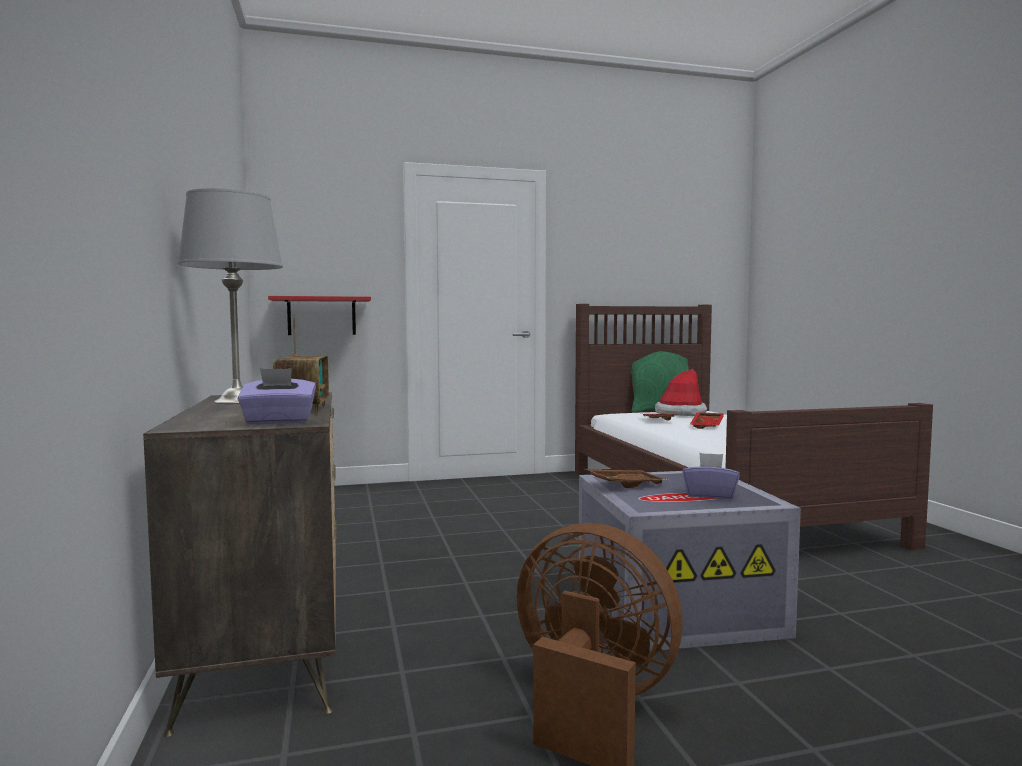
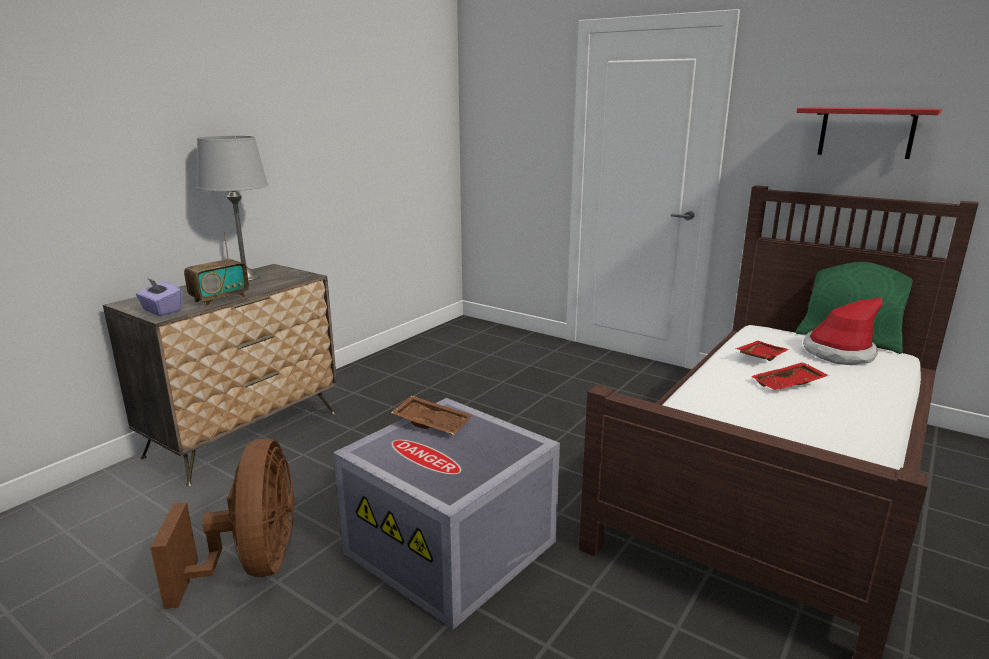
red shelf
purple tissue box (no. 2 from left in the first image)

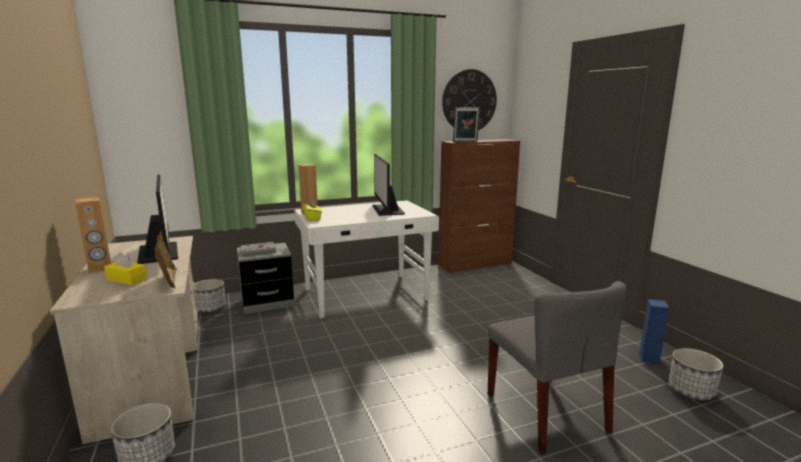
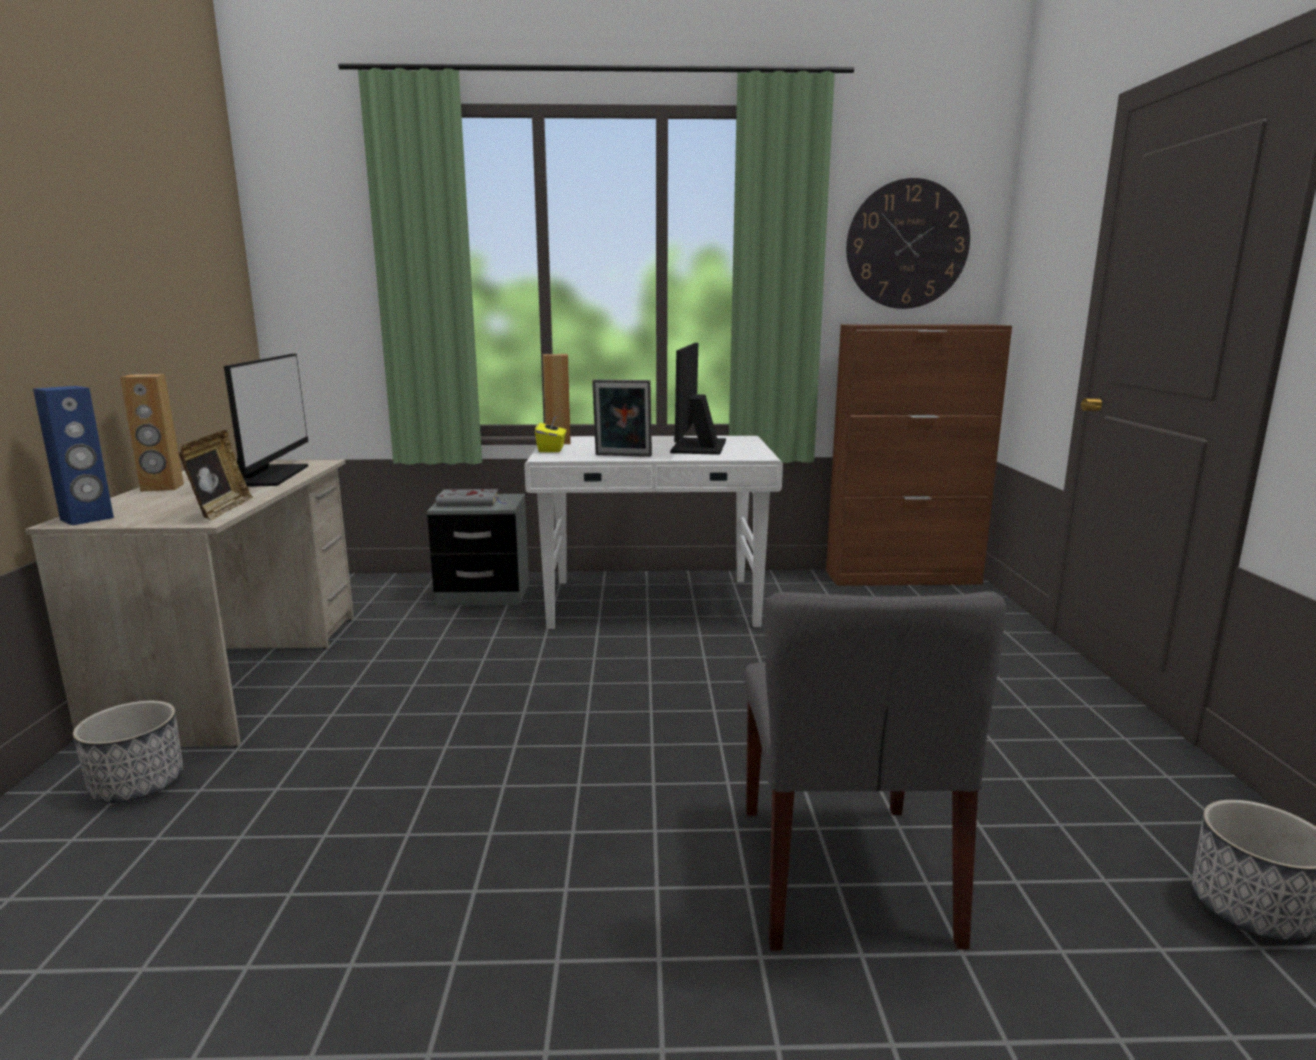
yellow tissue box (no. 1 from left in the first image)
planter (no. 2 from left in the first image)
picture frame (no. 2 from left)
blue speaker

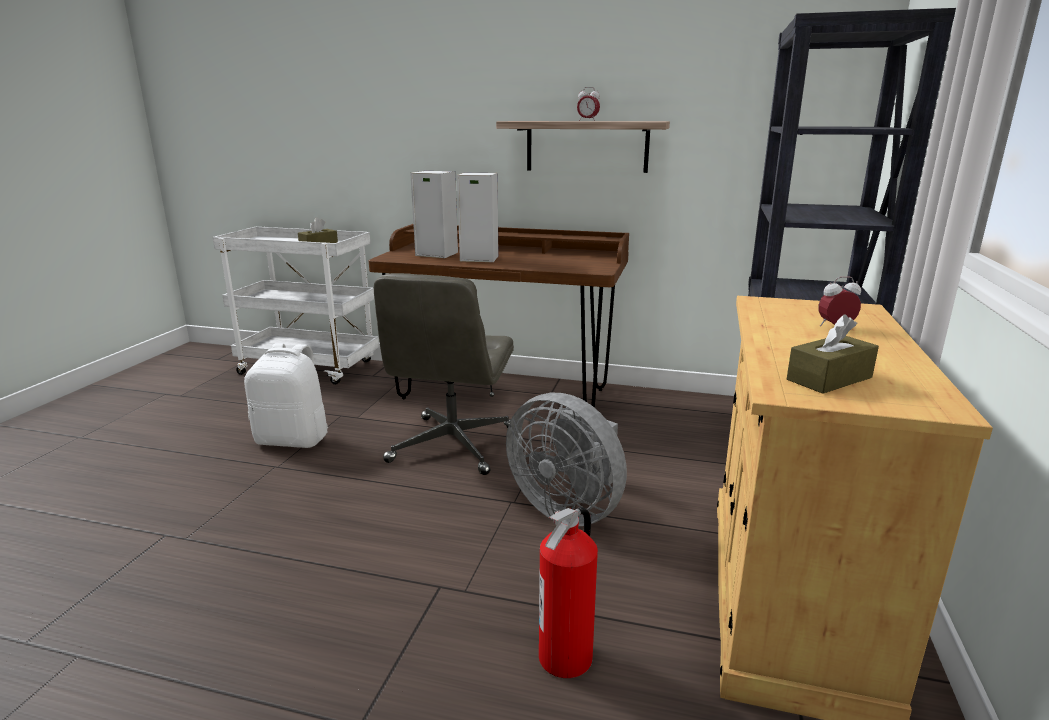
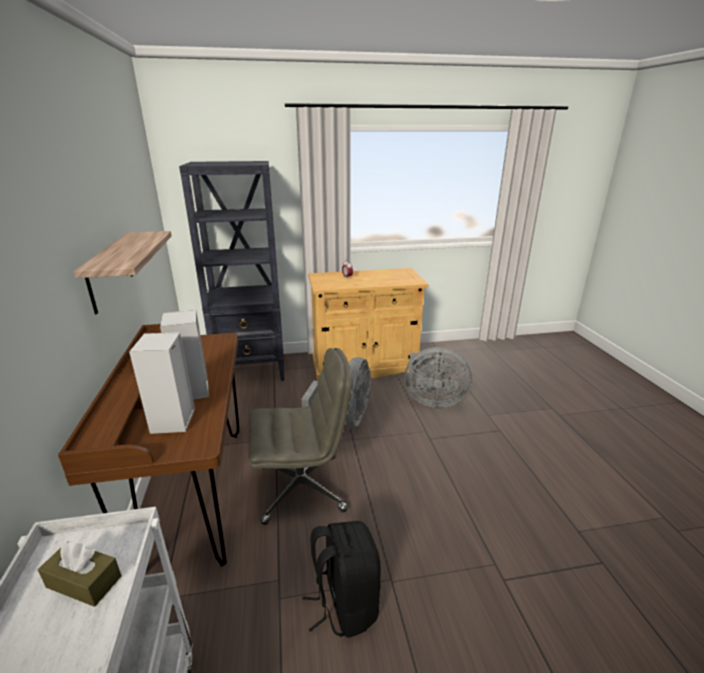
black backpack
grey fan (no. 2 from left)
alarm clock (no. 1 from left in the first image)
brown tissue box (no. 2 from left in the first image)

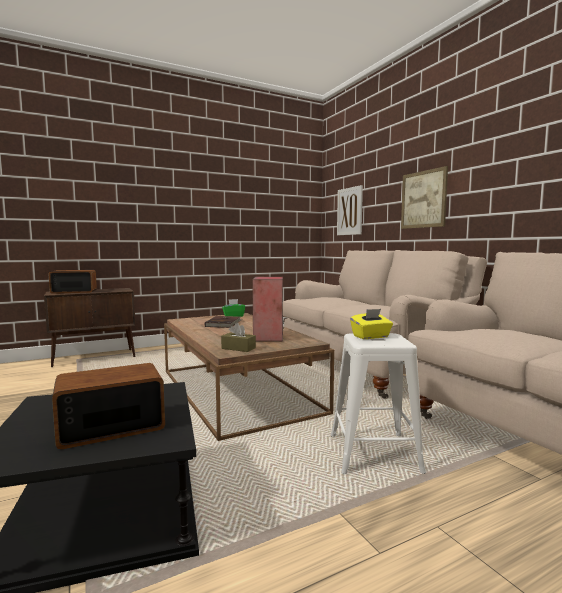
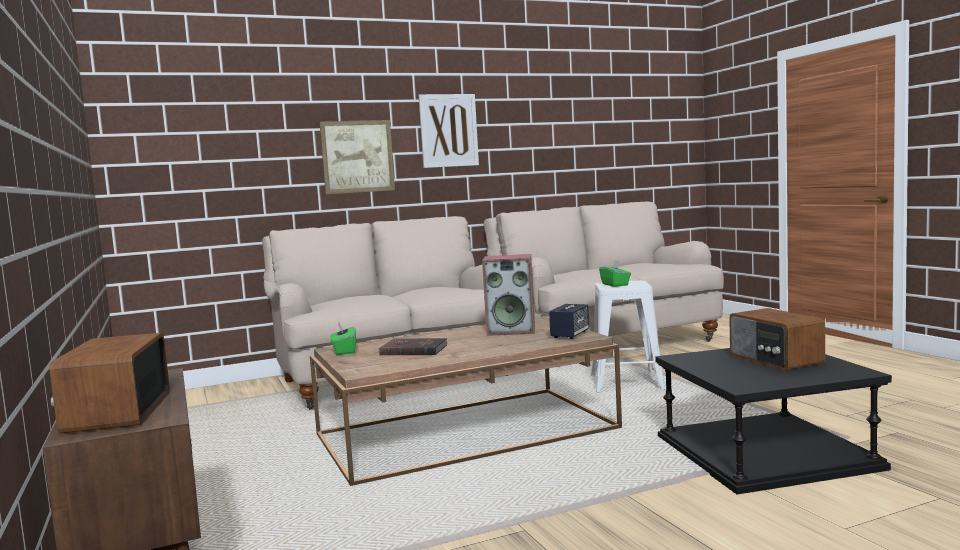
speaker (no. 2 from left)
picture (no. 2 from left)
green tissue box (no. 2 from left)

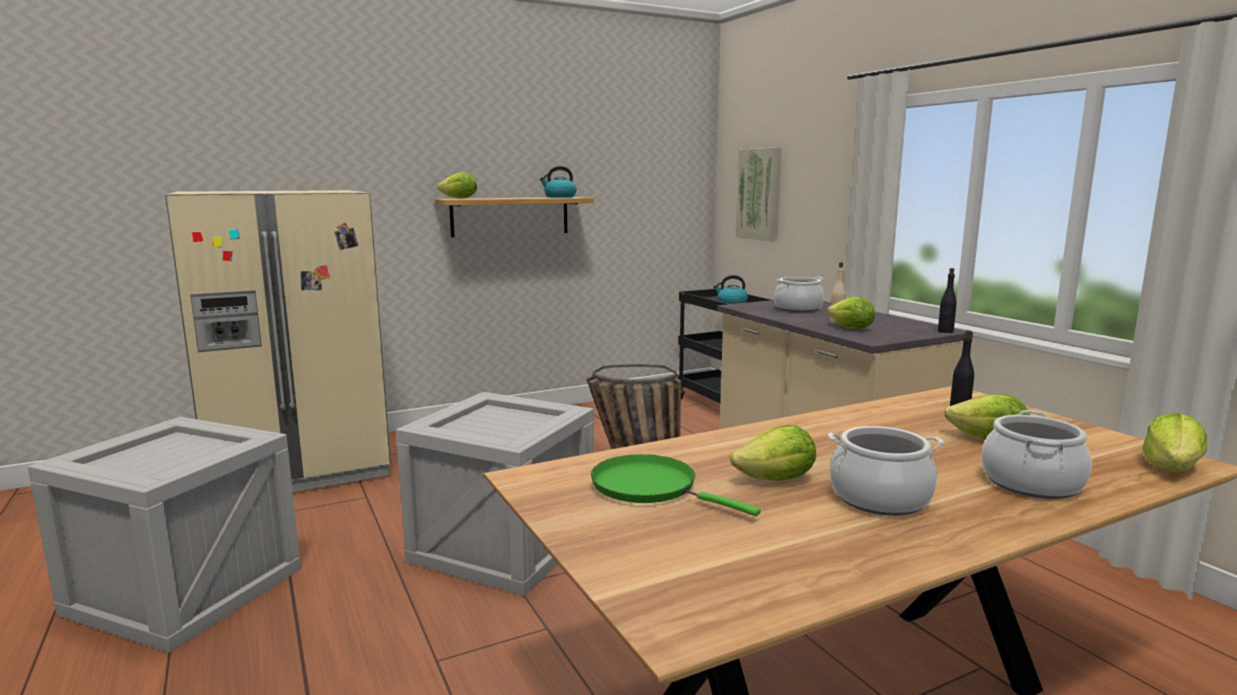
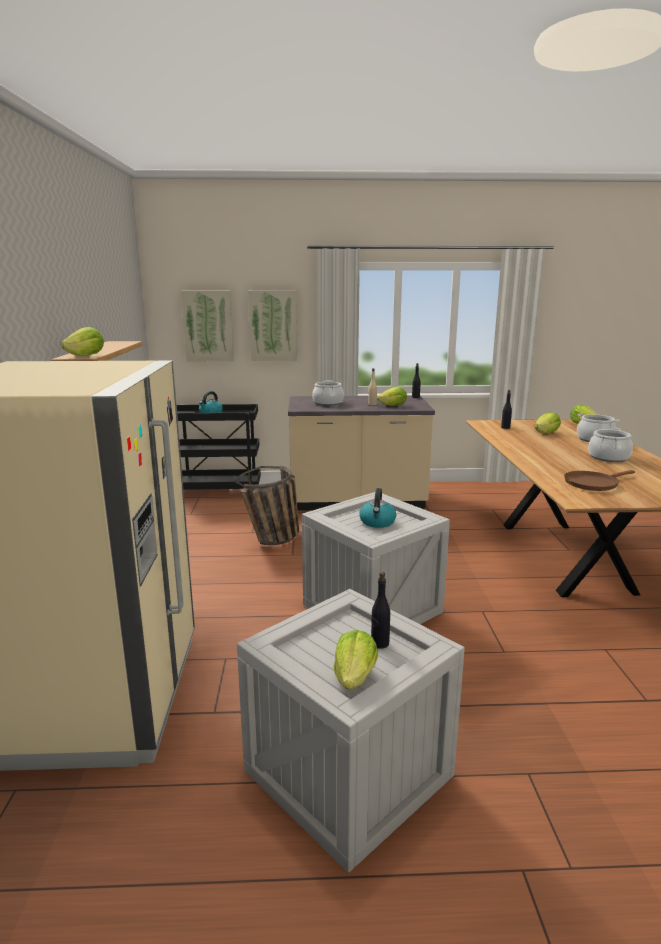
kettle (no. 2 from left)
brown frying pan
lettuce (no. 2 from left)
picture (no. 2 from left)
black bottle (no. 1 from left)

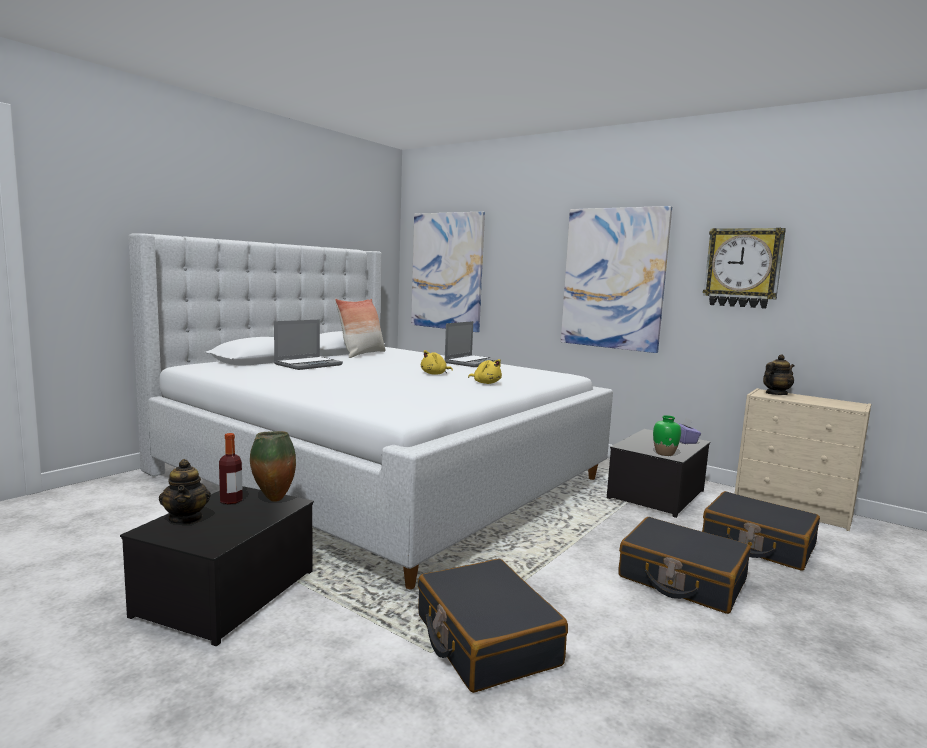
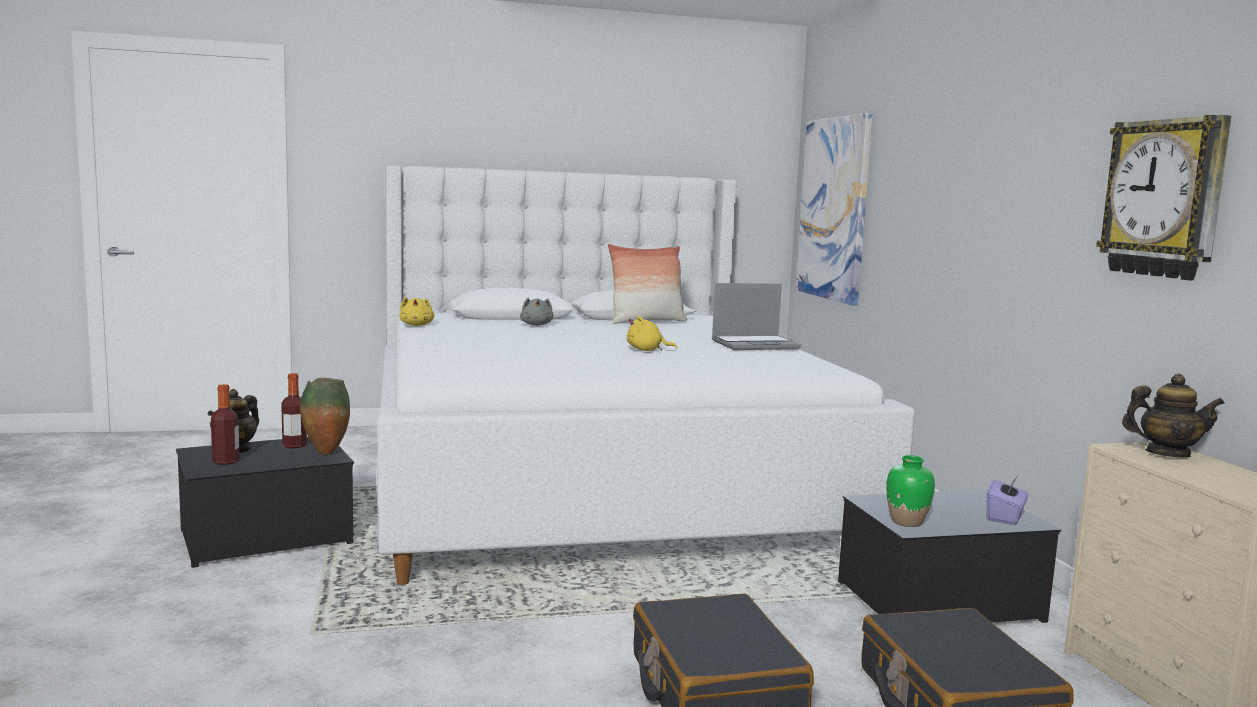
grey plush toy
black suitcase (no. 1 from left in the first image)
yellow plush toy (no. 1 from left)
picture (no. 2 from left in the first image)
bottle (no. 1 from left)

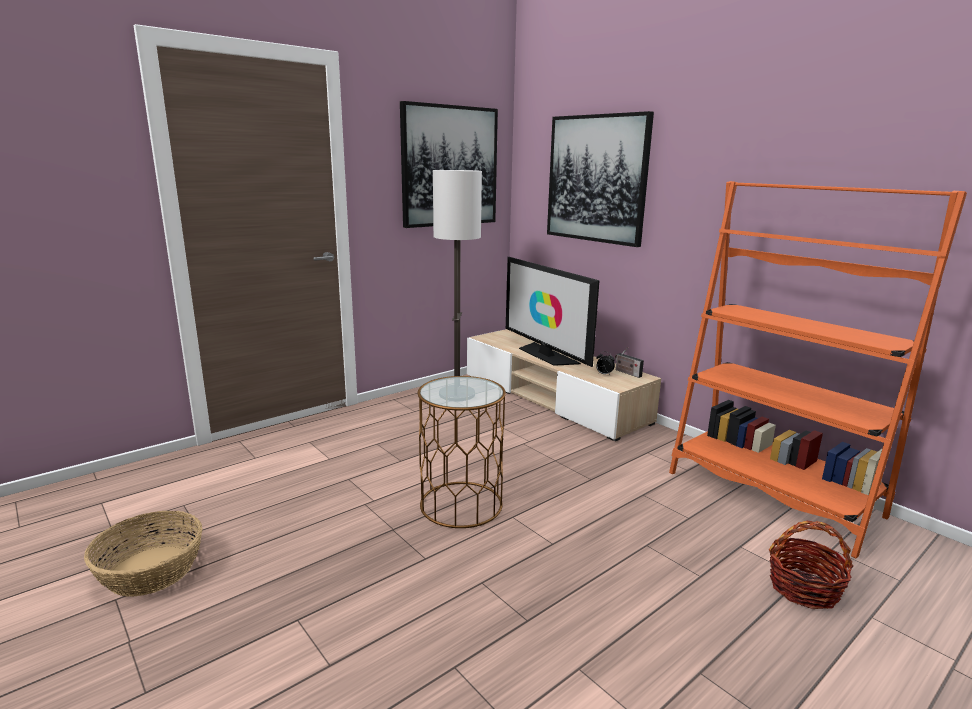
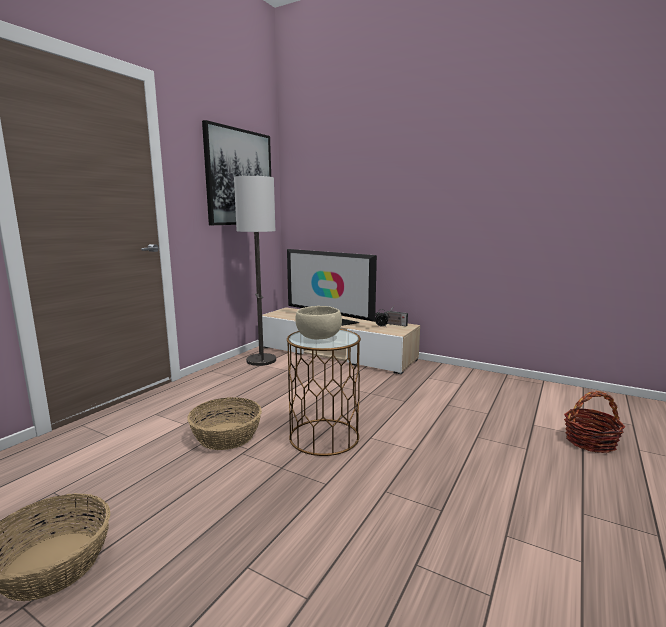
picture (no. 2 from left in the first image)
orange bookcase
basket (no. 2 from left)
beige bowl

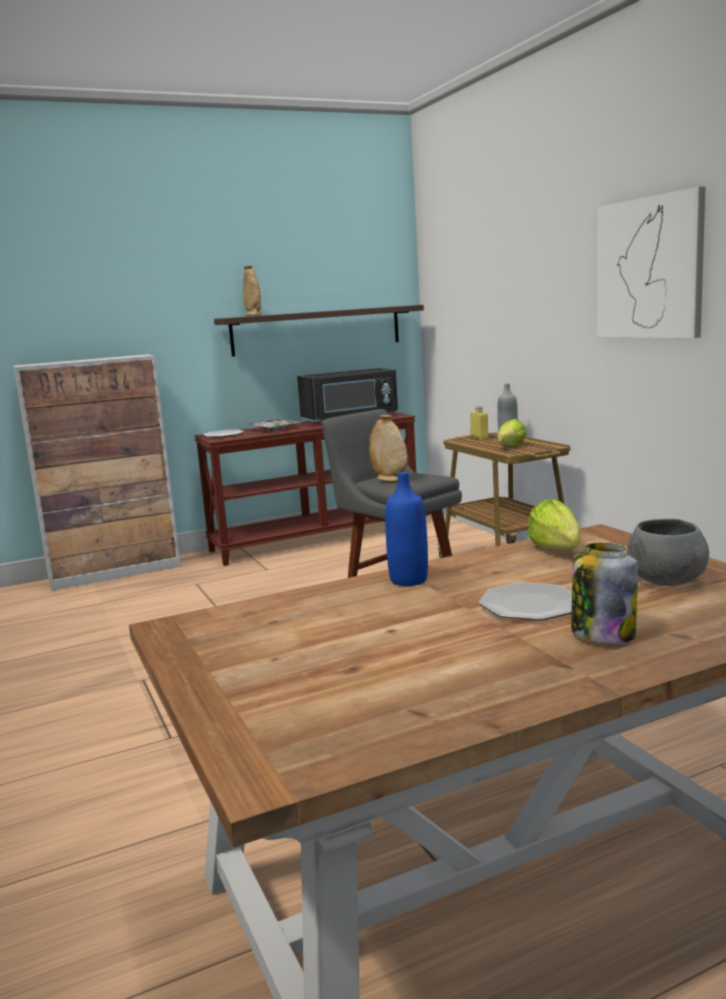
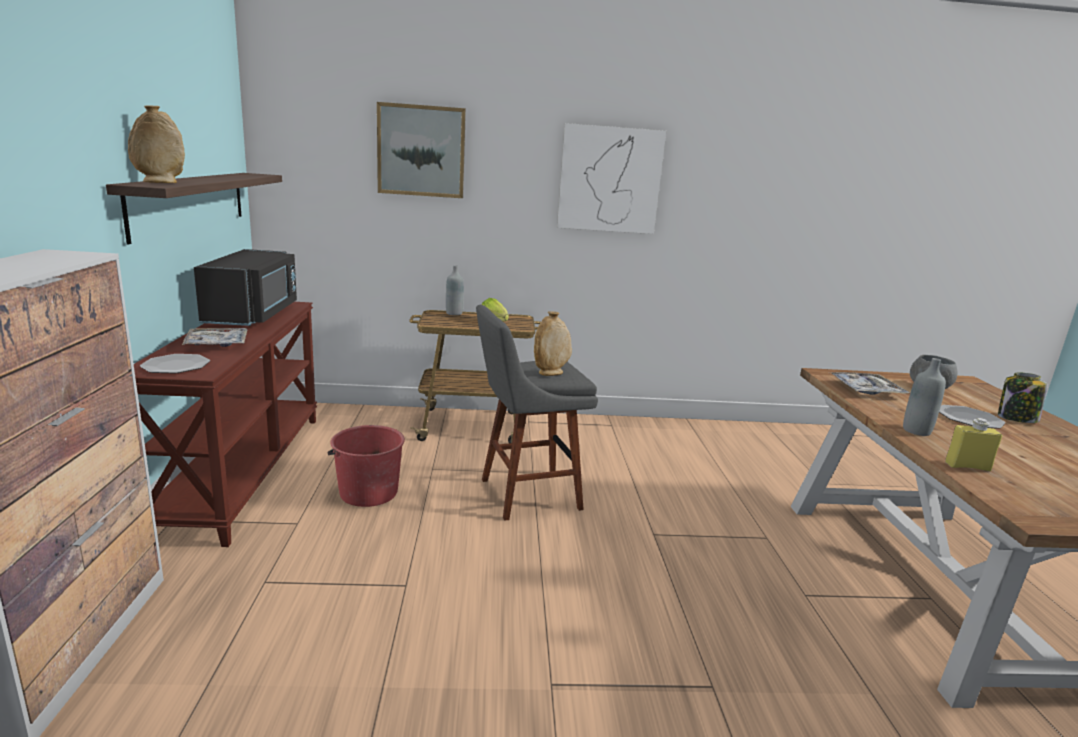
grey bottle (no. 2 from left)
yellow bottle
tray (no. 2 from left)
red bucket
picture (no. 1 from left)

